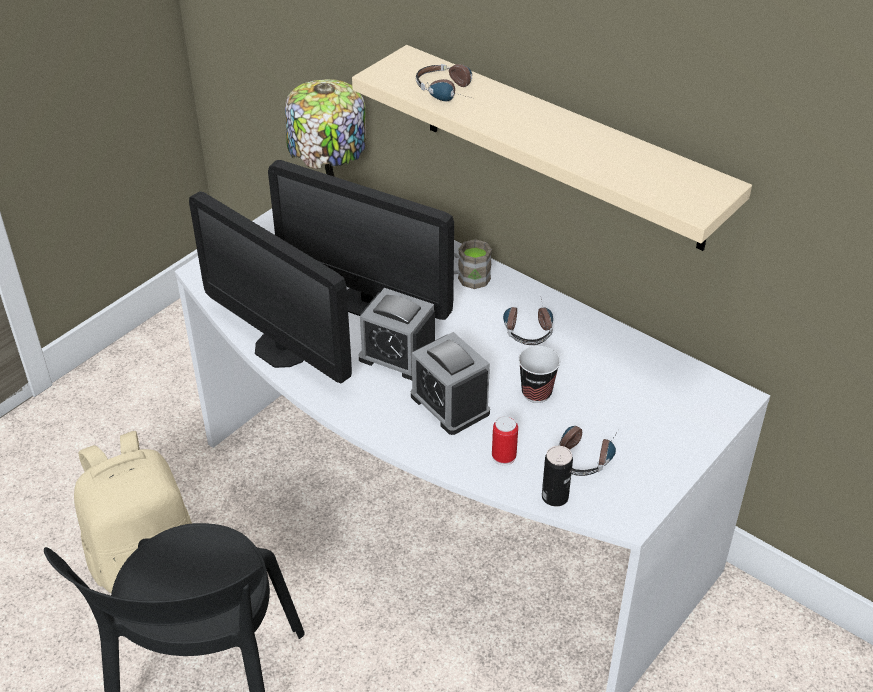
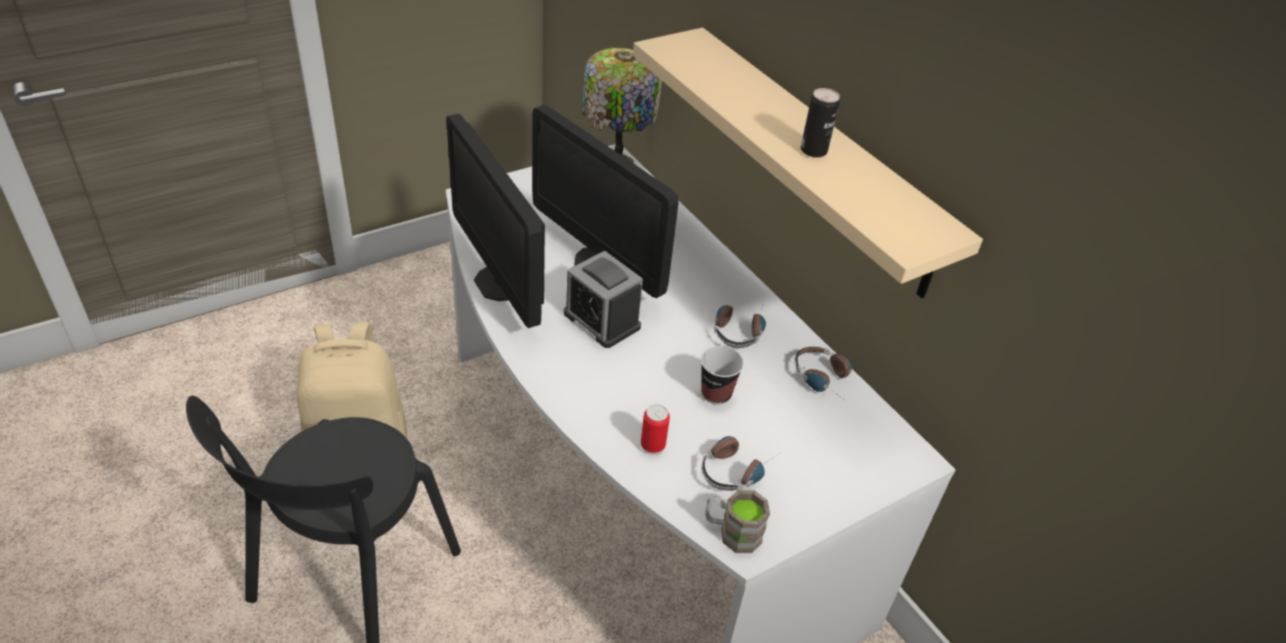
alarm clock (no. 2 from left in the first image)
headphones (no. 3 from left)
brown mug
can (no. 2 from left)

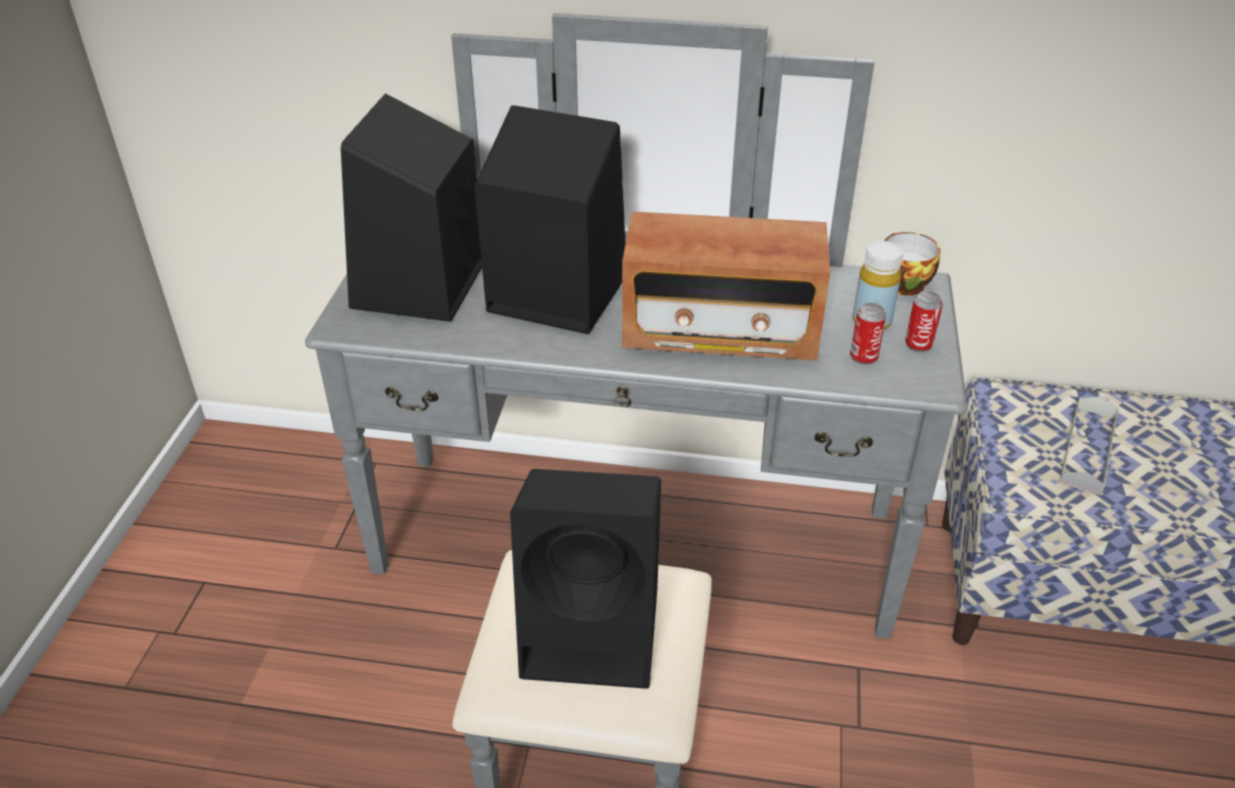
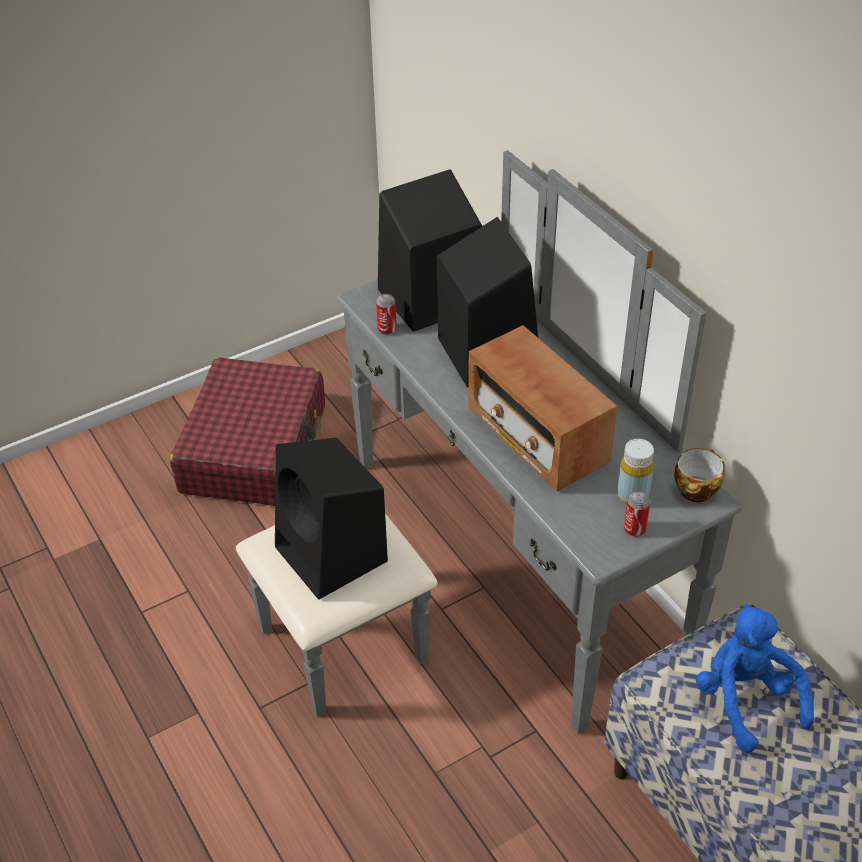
can (no. 1 from left)
blue plush toy
red suitcase

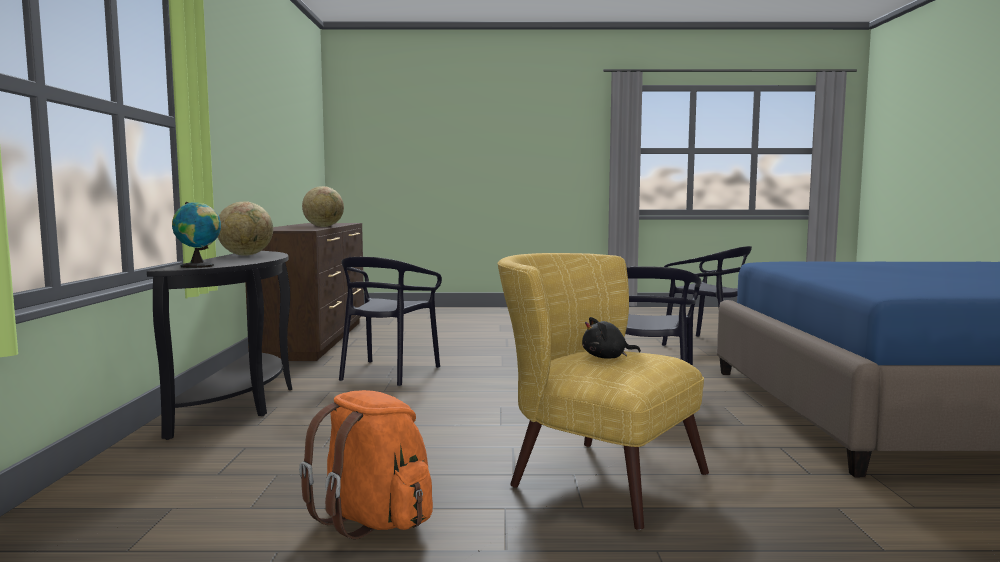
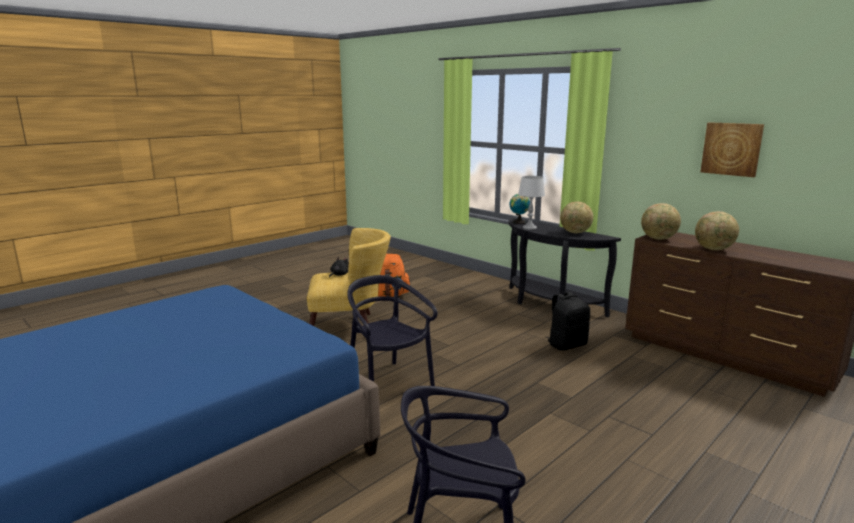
black backpack
grey table lamp
globe (no. 3 from left)
picture

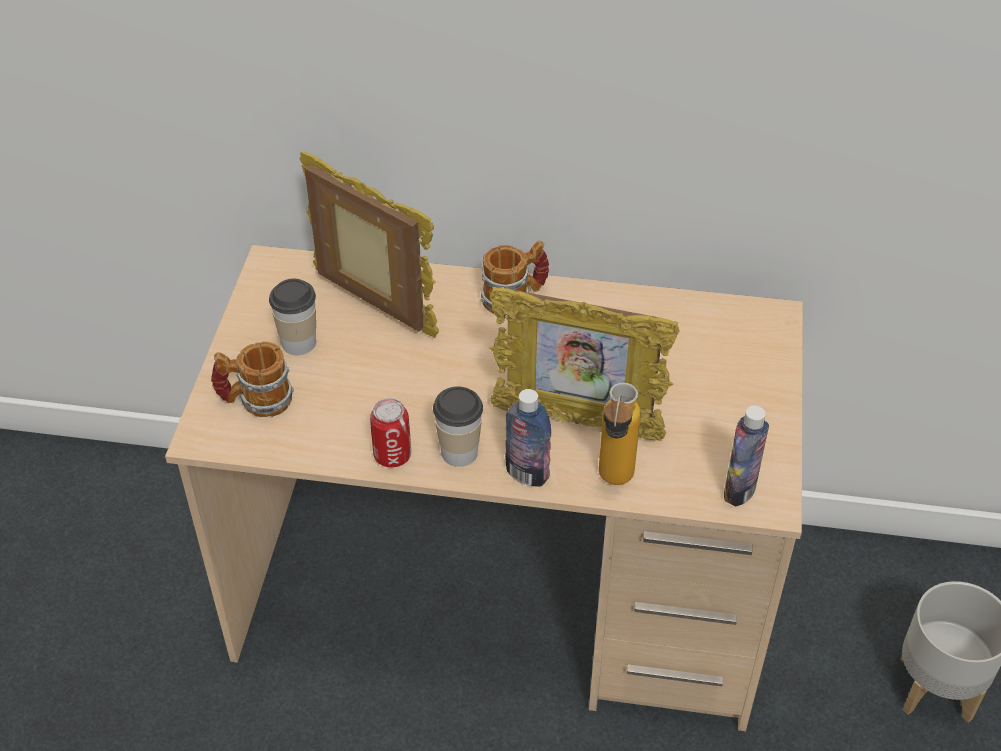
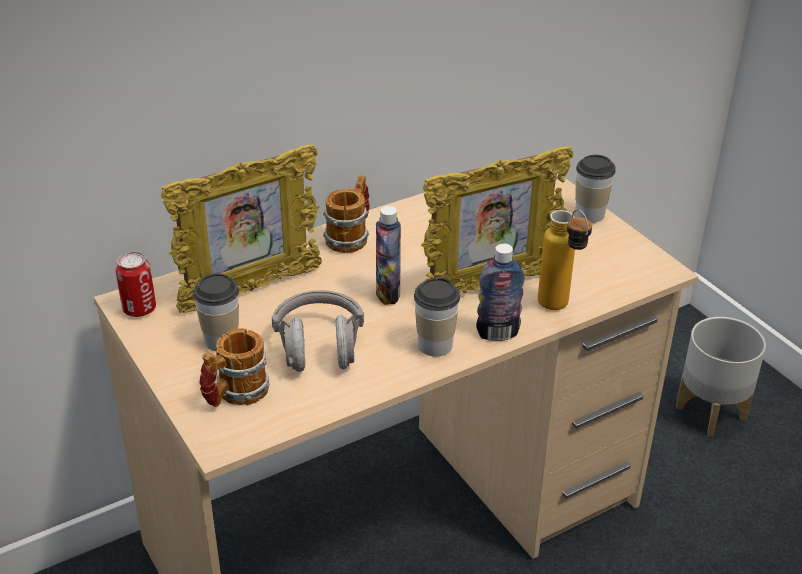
picture frame (no. 1 from left)
can
bottle (no. 1 from left)
grey headphones
cup (no. 3 from left)

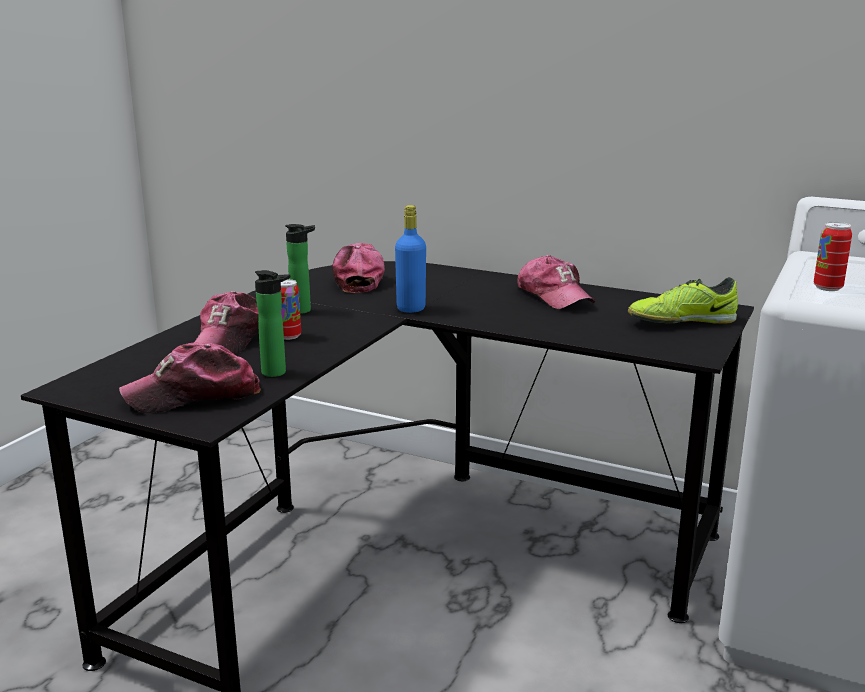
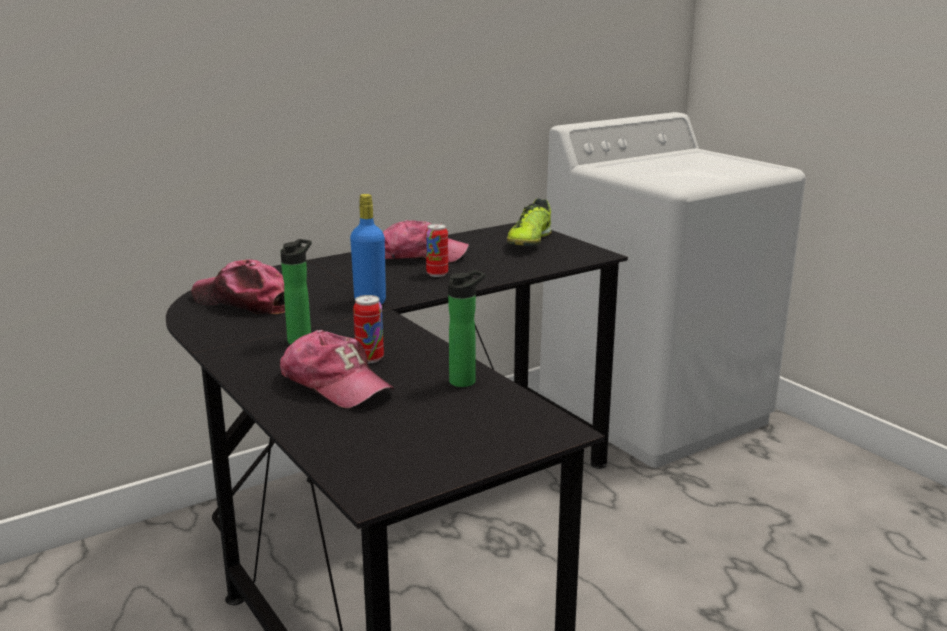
cap (no. 1 from left in the first image)
can (no. 2 from left)

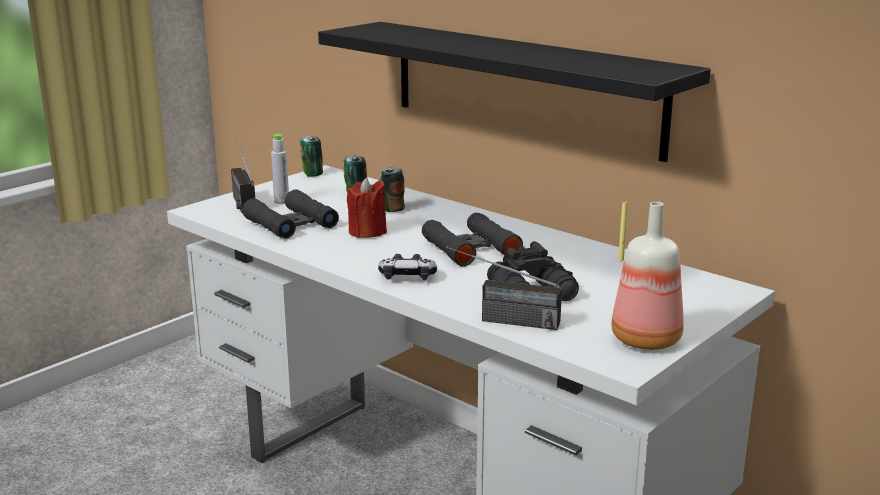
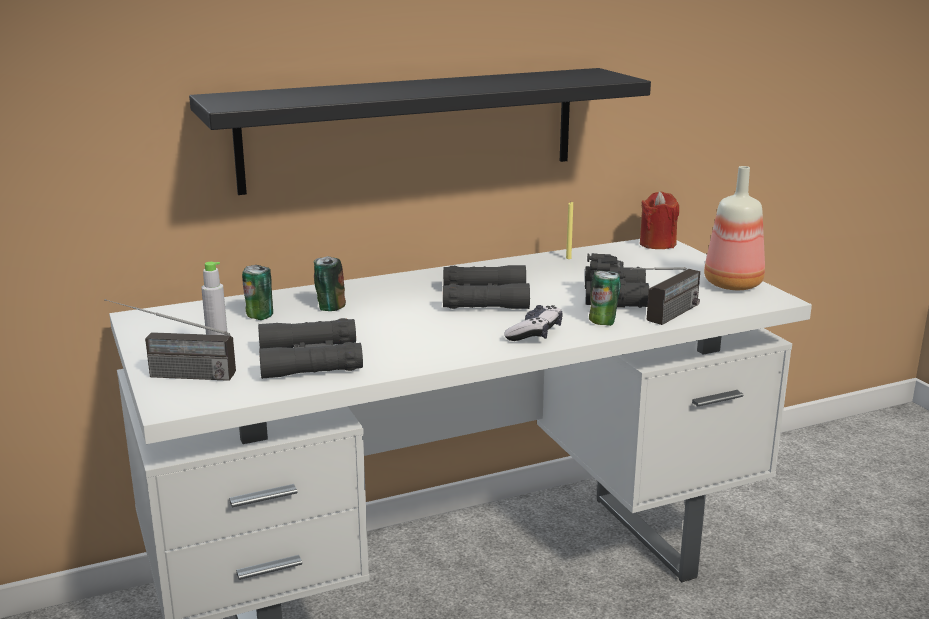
can (no. 3 from left)
red candle

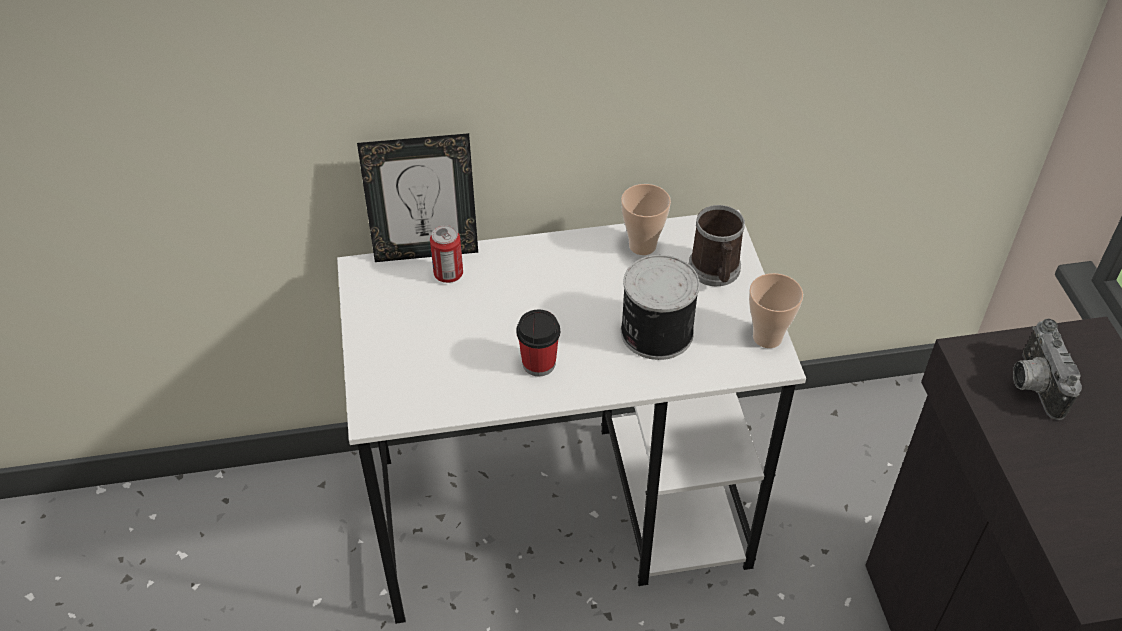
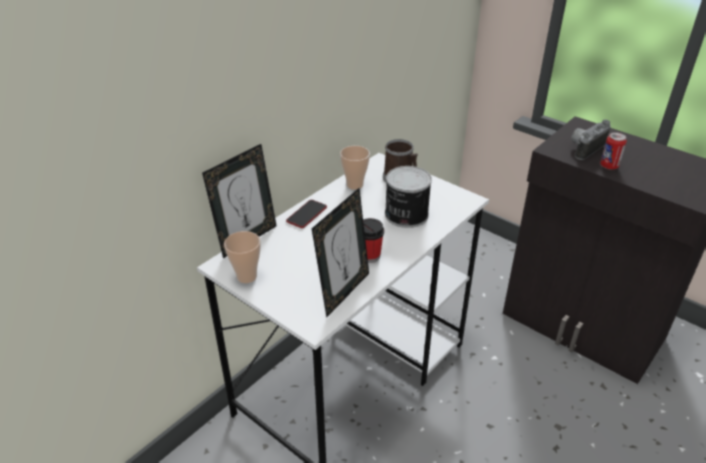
can (no. 2 from left)
cup (no. 1 from left)
photo camera
phone
picture frame (no. 2 from left)

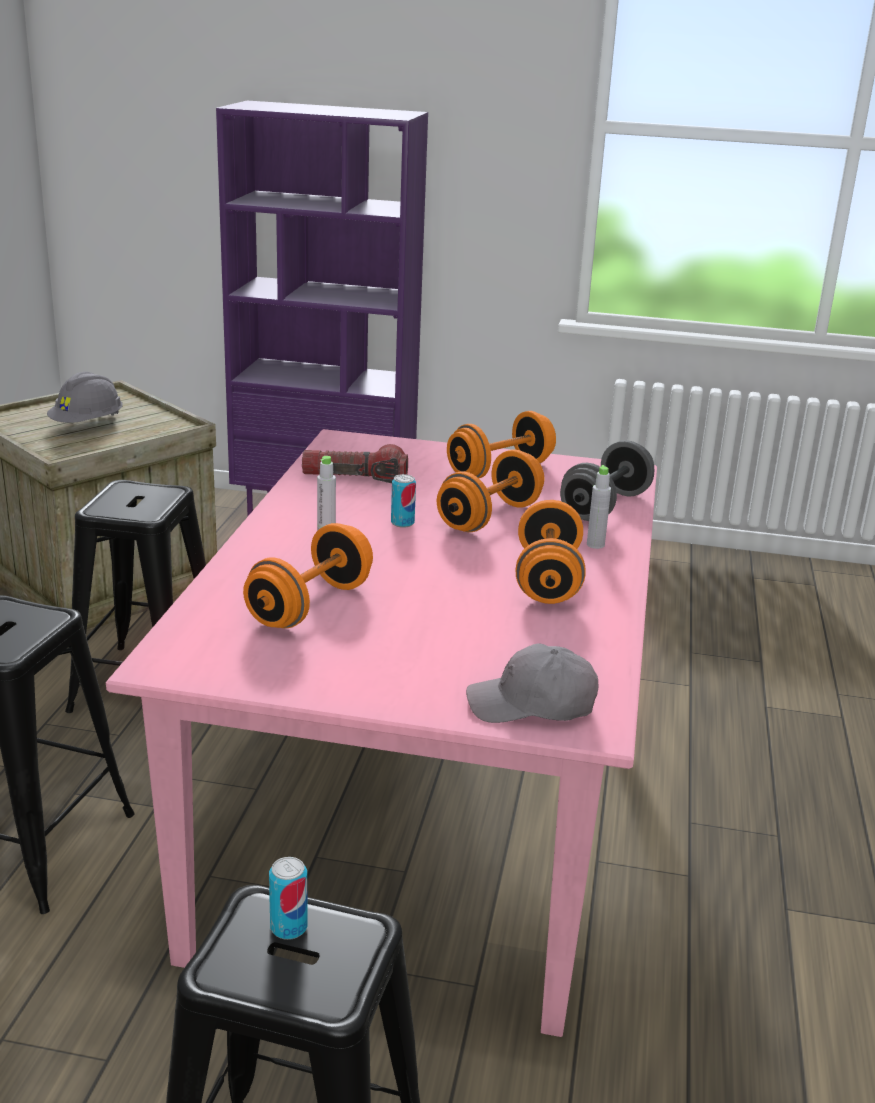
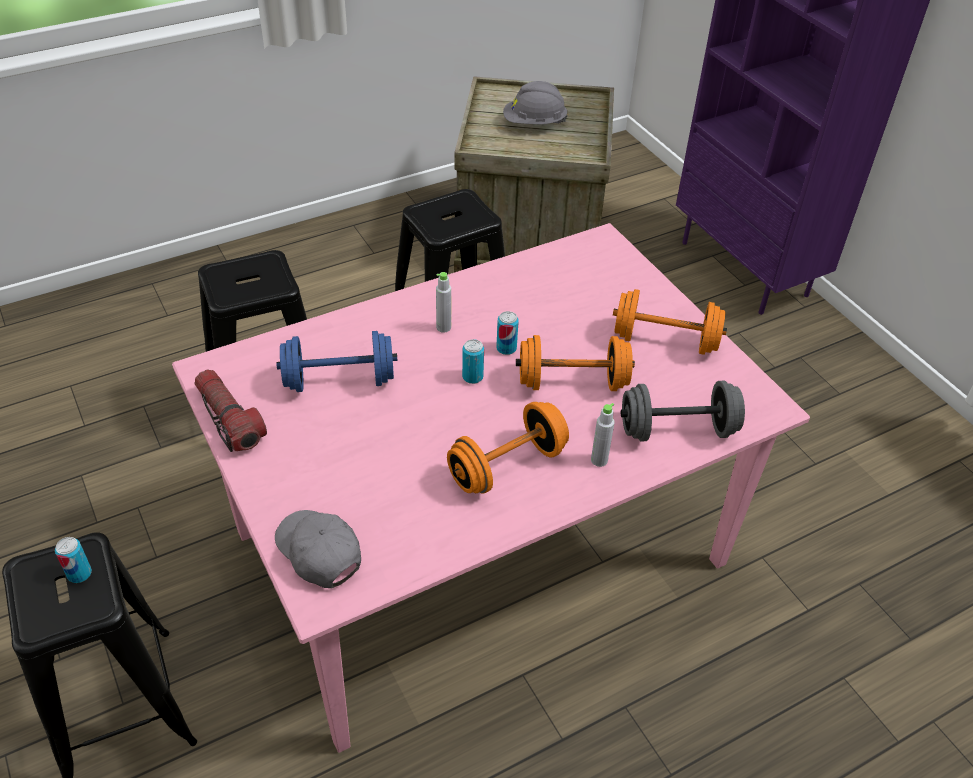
blue dumbbell
flashlight
can (no. 2 from left)

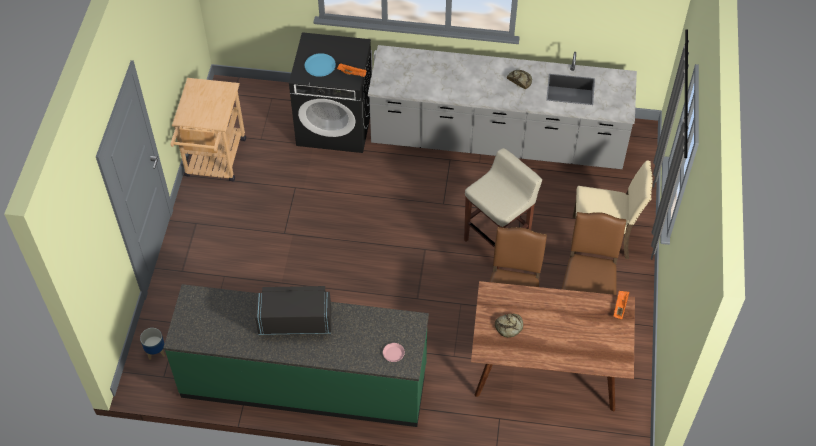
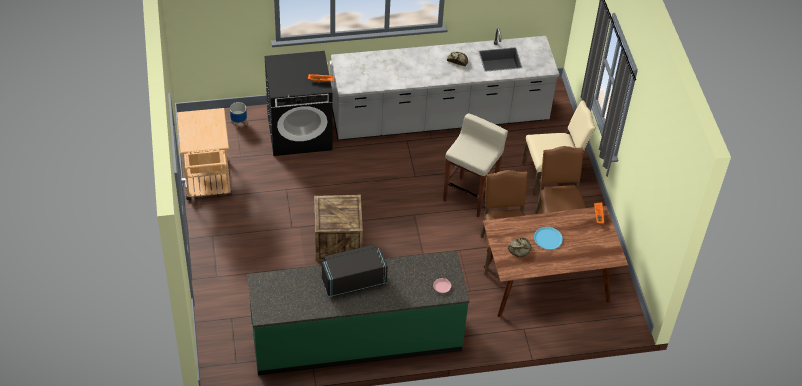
planter
blue plate
crate

